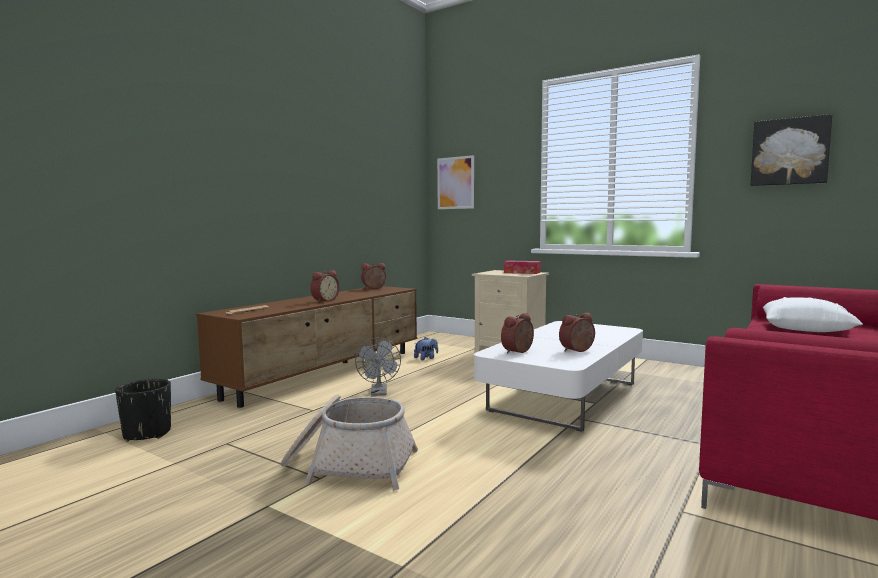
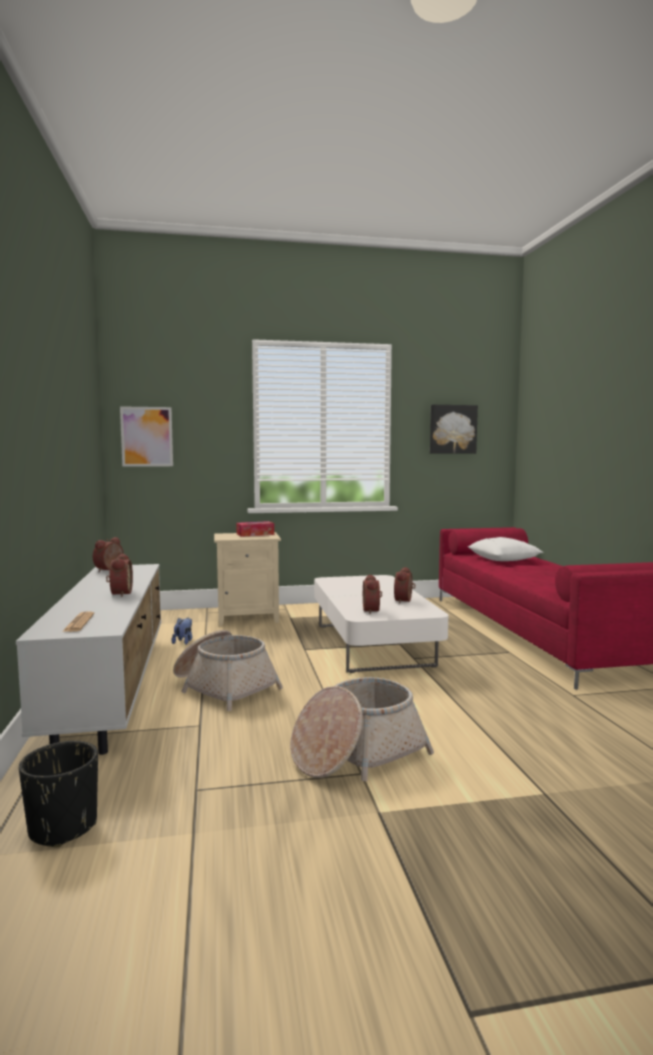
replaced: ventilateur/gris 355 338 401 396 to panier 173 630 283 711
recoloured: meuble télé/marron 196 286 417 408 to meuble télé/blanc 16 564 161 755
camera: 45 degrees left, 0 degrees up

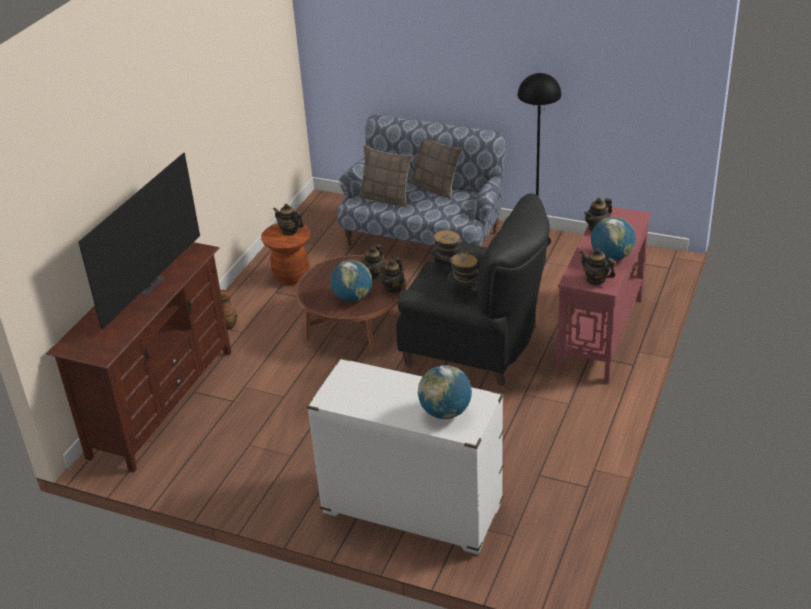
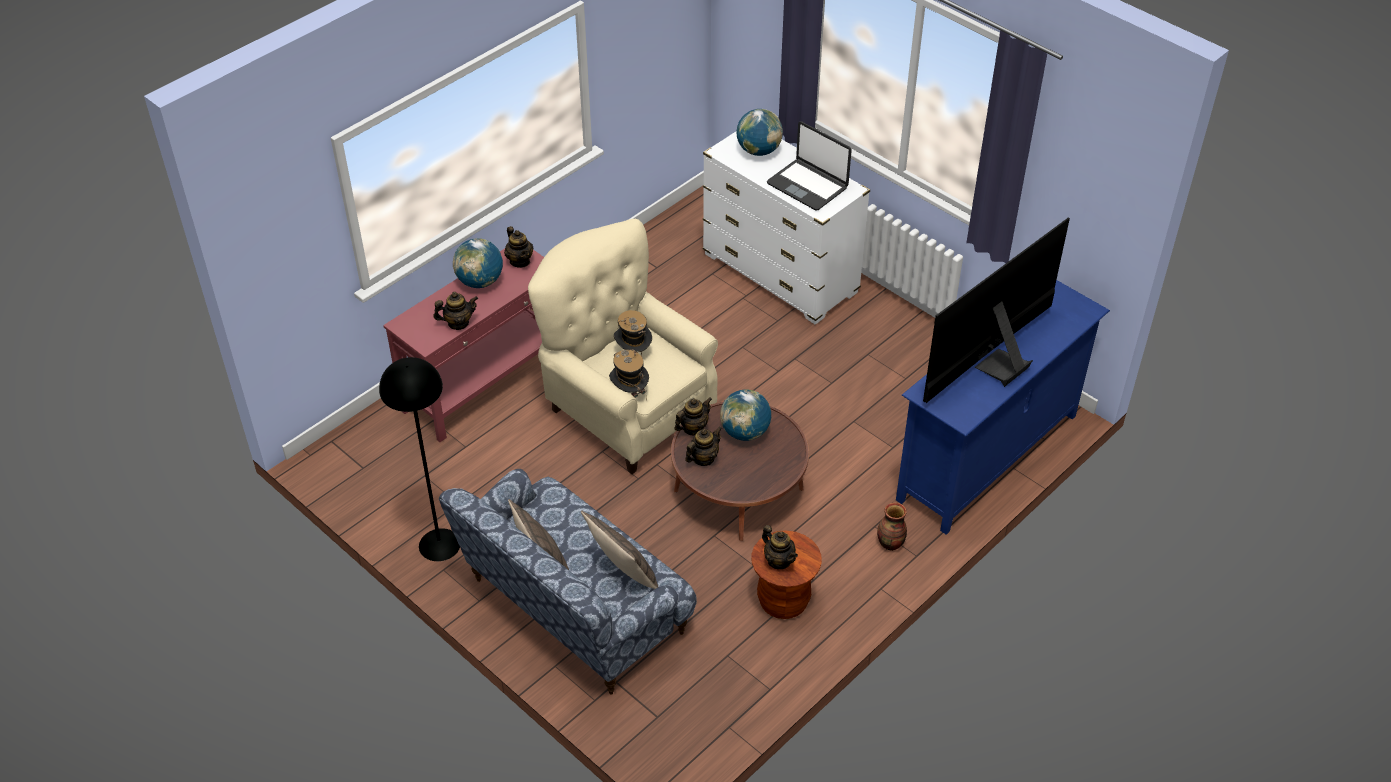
added: ordinateur portable 767 121 852 211
recoloured: meuble télé/marron 46 242 231 472 to meuble télé/bleu 896 280 1110 535; fauteuil/noir 396 193 550 386 to fauteuil/beige 528 219 718 474
camera: 160 degrees left, 10 degrees up

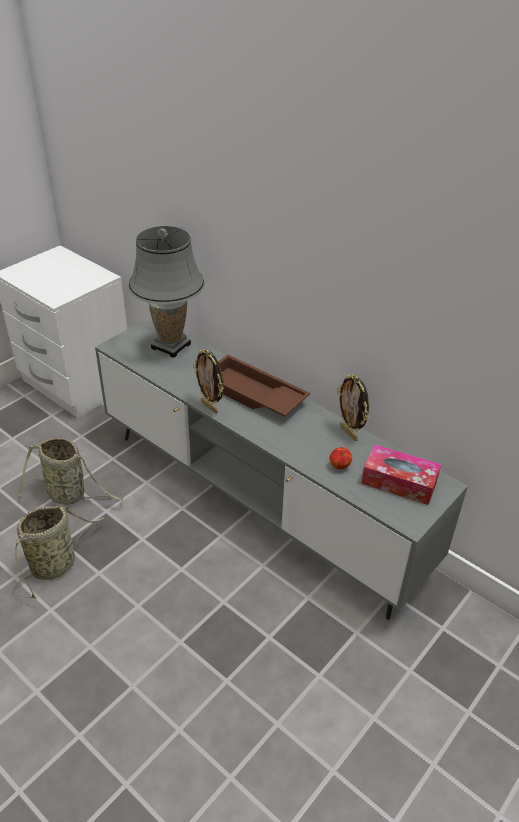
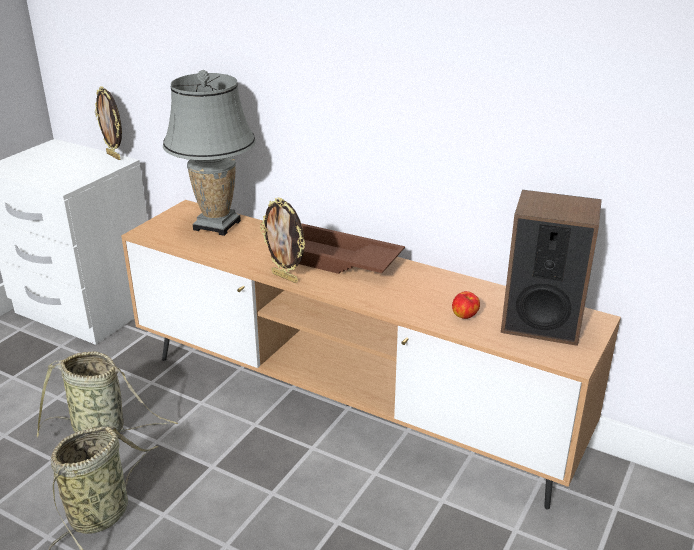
moved: cadre photo 337 374 369 441 to 95 86 122 160
replaced: boîte à mouchoirs 361 445 441 505 to enceinte 501 190 602 346
recoloured: meuble télé/gris 95 317 468 620 to meuble télé/marron 121 200 621 510
camera: 10 degrees left, 10 degrees down

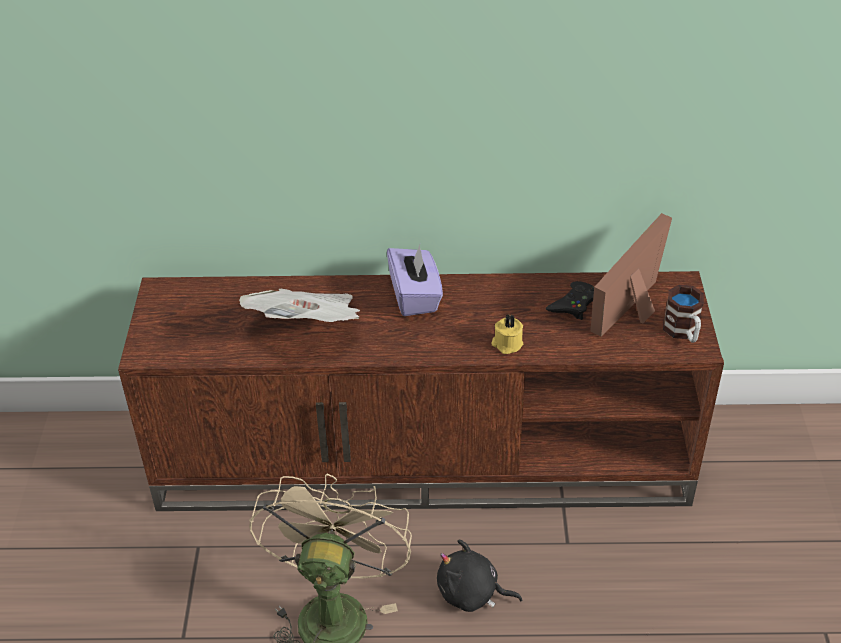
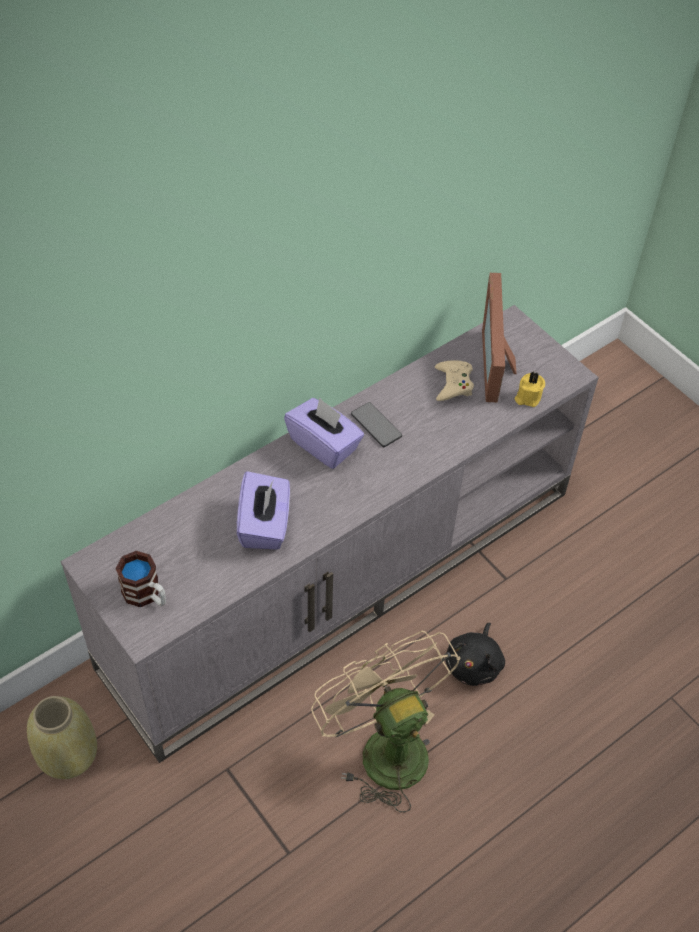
added: vase/beige 27 696 97 779; téléphone 351 402 402 447
moved: bougie/jaune 491 315 523 354 to 514 372 545 407; mug 663 285 704 343 to 116 551 166 607
replaced: journal 239 289 360 322 to boîte à mouchoirs/violet 237 471 290 550
recoloured: meuble télé/marron 118 271 724 511 to meuble télé/gris 60 305 599 763; manette/noir 546 281 594 320 to manette/beige 435 360 474 401
turned: peluche/noir 437 540 522 612 = 445 623 505 686 45 degrees counterclockwise
camera: 40 degrees left, 10 degrees up

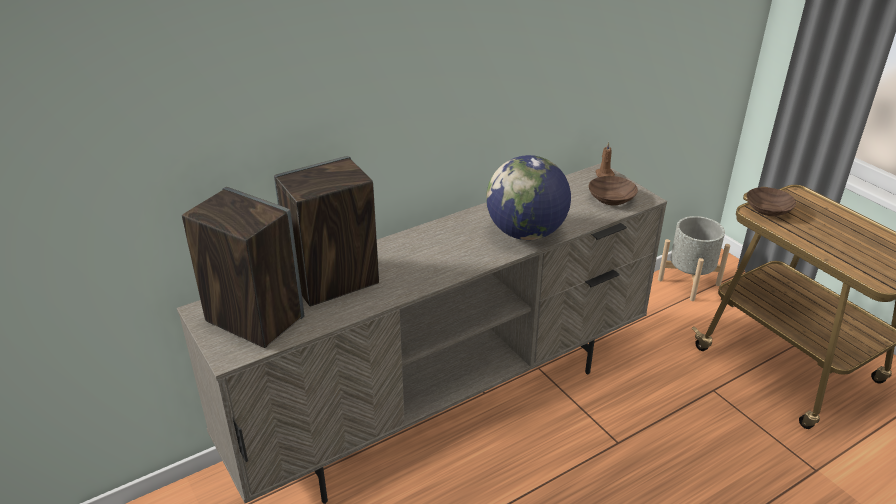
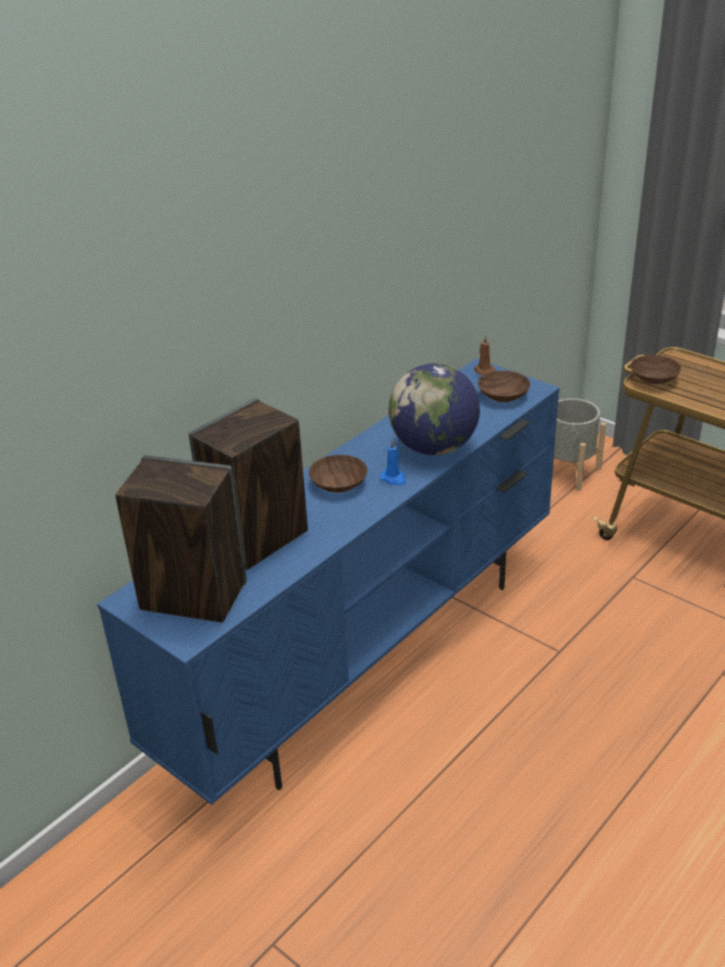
added: bol/marron 309 455 367 493; bougie/bleu 380 440 406 485
recoloured: meuble télé/beige 177 163 667 504 to meuble télé/bleu 97 359 560 805
camera: 15 degrees left, 0 degrees up

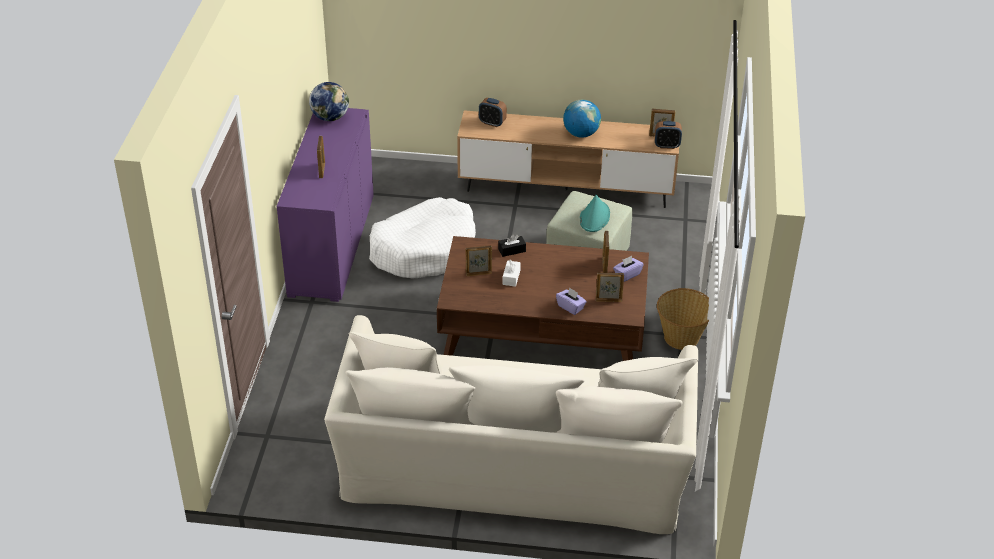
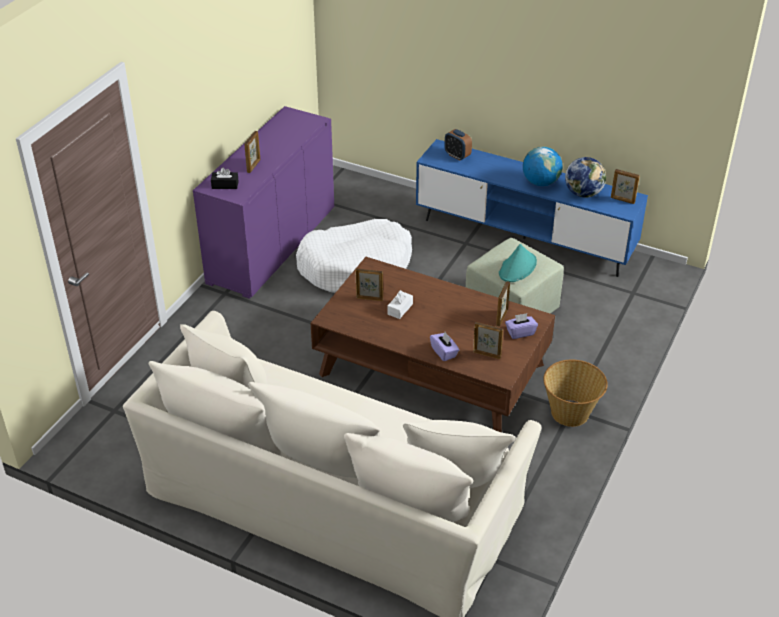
removed: réveil 655 121 682 149
moved: globe 309 82 349 121 to 565 157 606 198; boîte à mouchoirs/noir 498 234 526 257 to 211 168 239 189
recoloured: meuble télé/marron 457 110 679 208 to meuble télé/bleu 416 139 648 277
camera: 20 degrees right, 0 degrees up

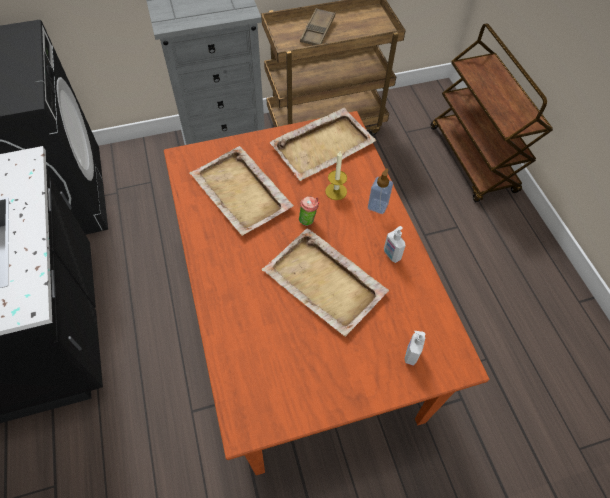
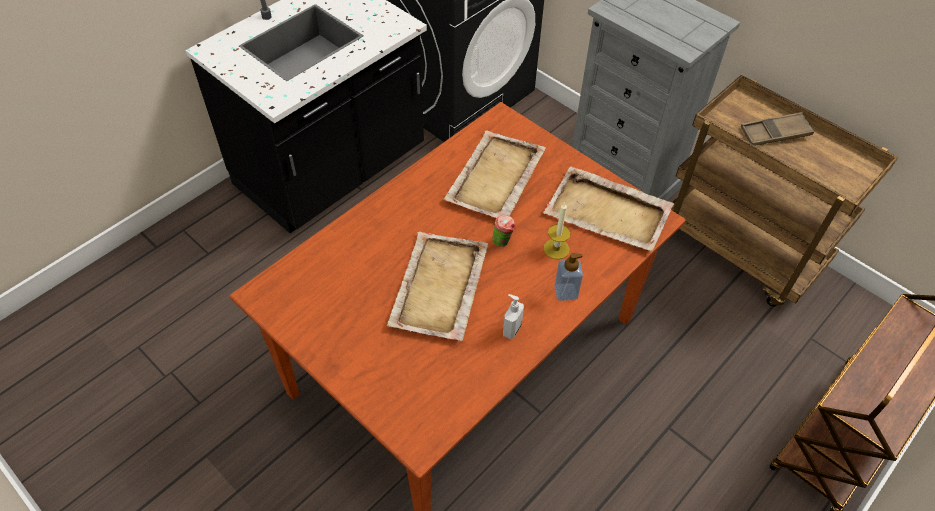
removed: distributeur de savon 405 331 426 365
camera: 60 degrees right, 5 degrees down

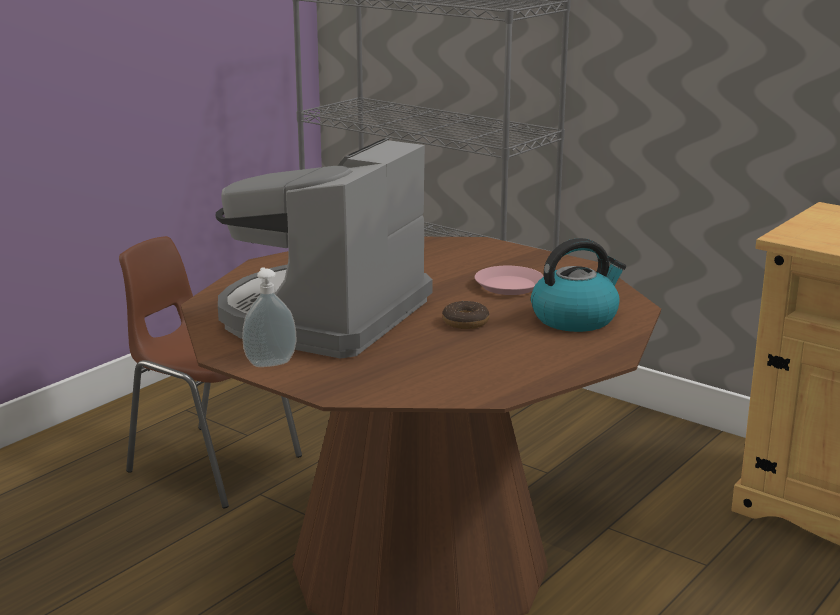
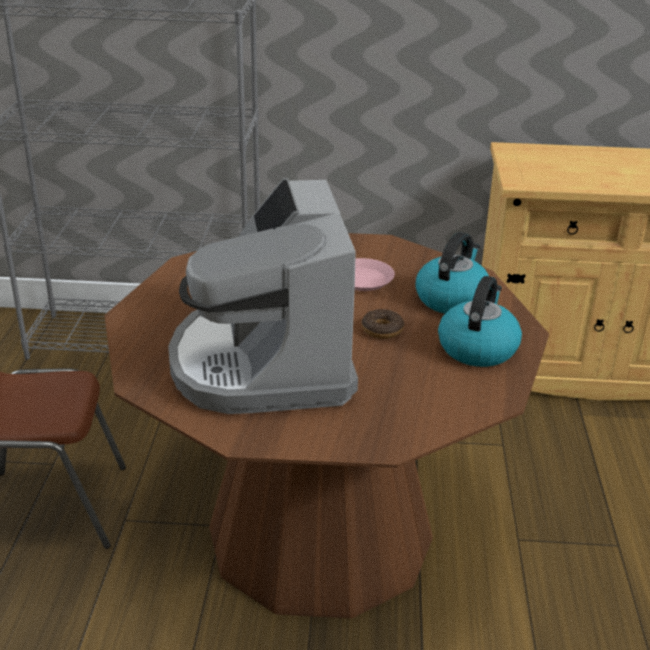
removed: distributeur de savon 242 267 296 367
added: bouilloire 438 276 522 367
camera: 35 degrees left, 10 degrees up

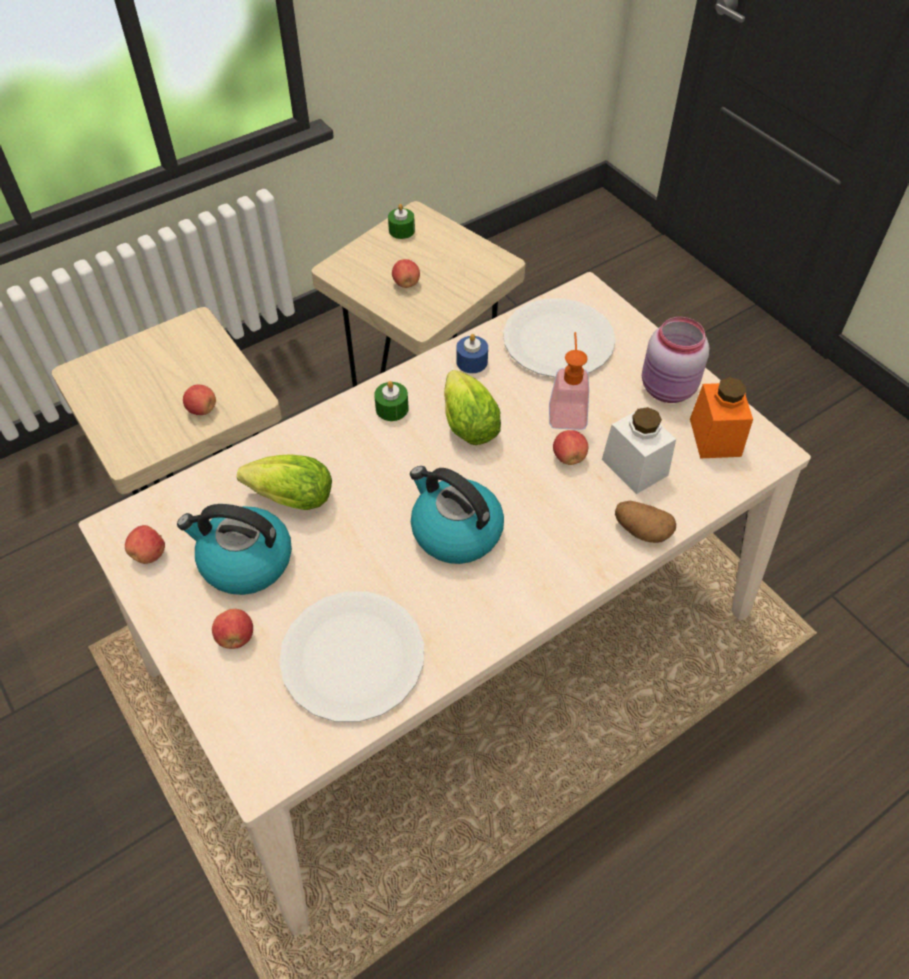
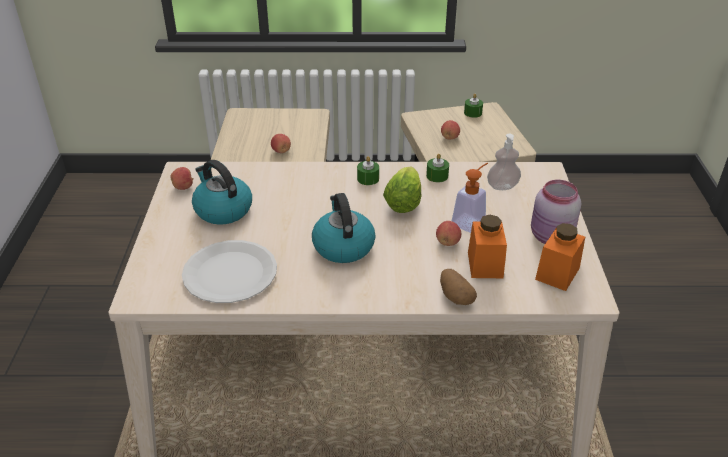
removed: pomme 212 609 253 649; laitue 237 454 332 510
replaced: assiette/blanc 503 298 616 378 to distributeur de savon 487 134 521 190
recoloured: bougie/bleu 456 334 488 373 to bougie/vert 426 154 449 182; bocal/blanc 602 407 676 494 to bocal/orange 468 215 507 278
camera: 35 degrees right, 15 degrees down

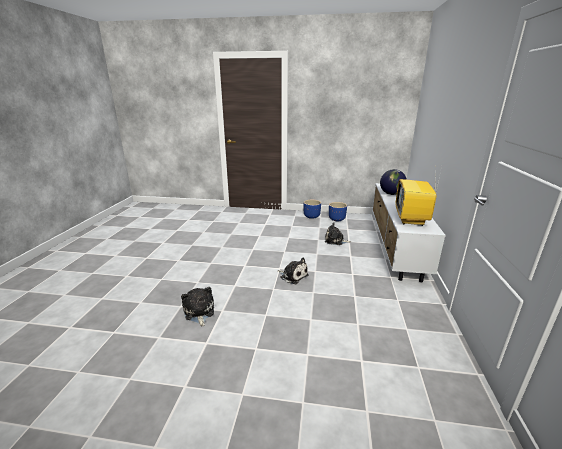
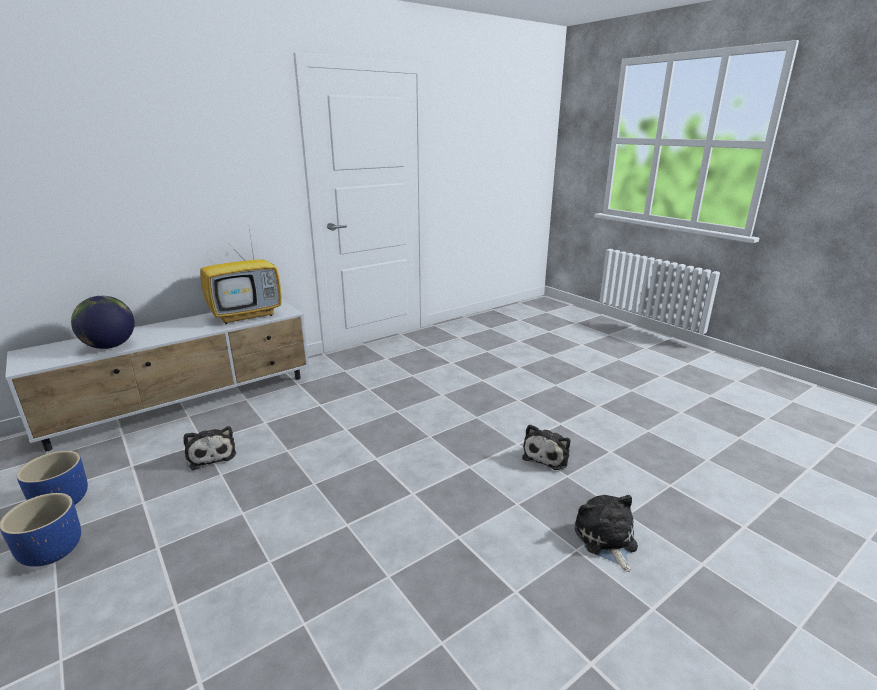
moved: peluche 277 258 309 284 to 575 495 638 572
camera: 135 degrees left, 0 degrees up

